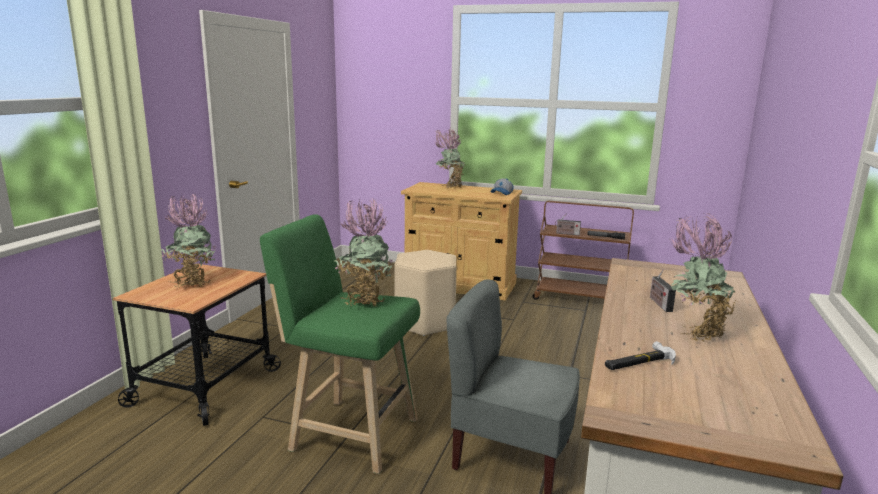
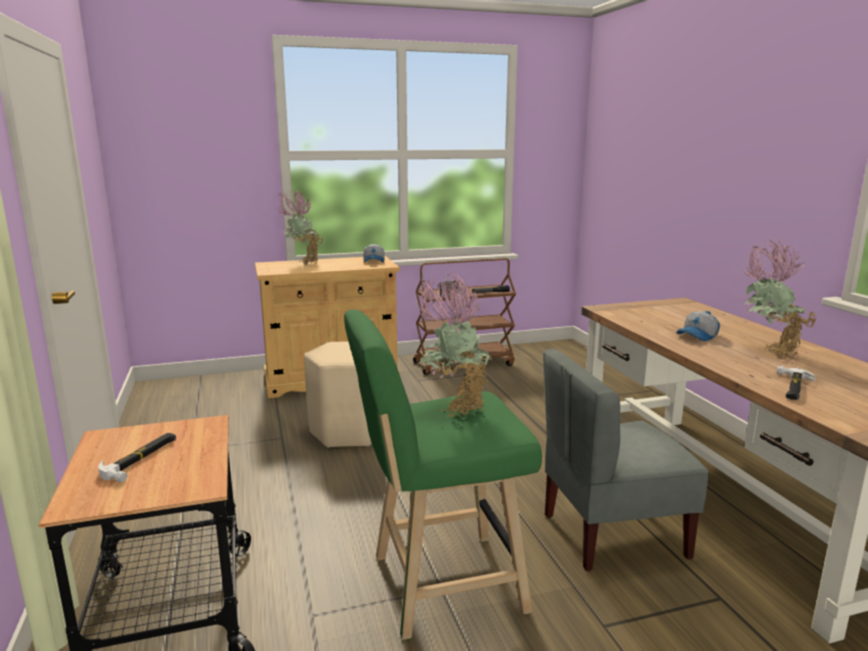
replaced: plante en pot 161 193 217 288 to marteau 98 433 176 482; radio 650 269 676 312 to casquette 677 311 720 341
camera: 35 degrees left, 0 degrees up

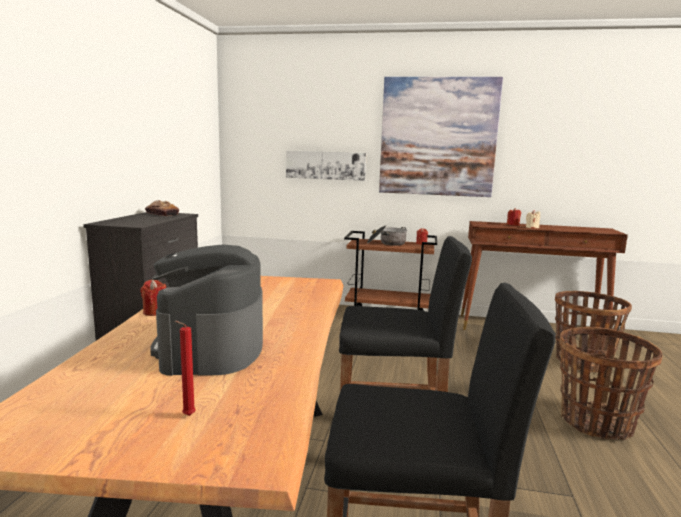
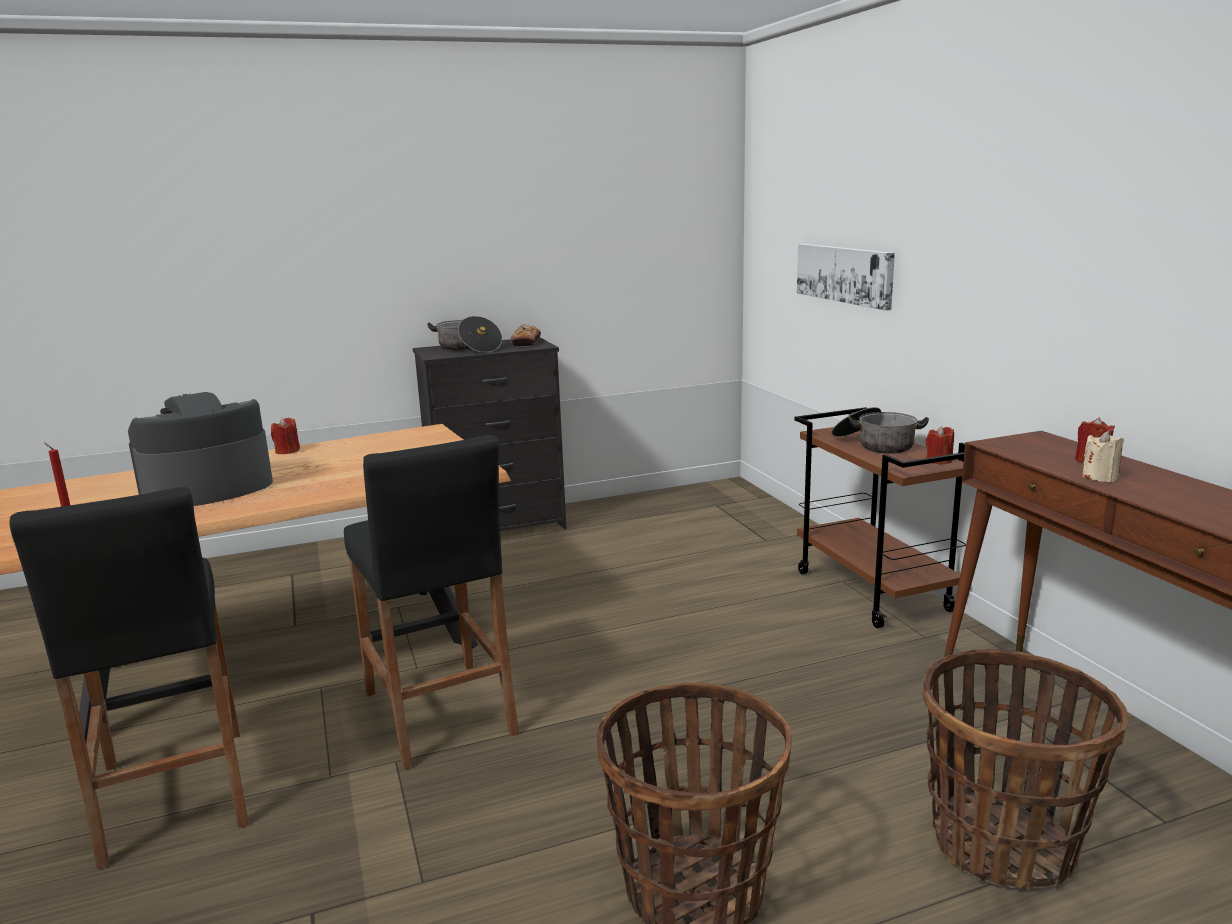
removed: tableau 379 77 503 197
added: marmite 427 316 502 353
camera: 60 degrees right, 5 degrees up

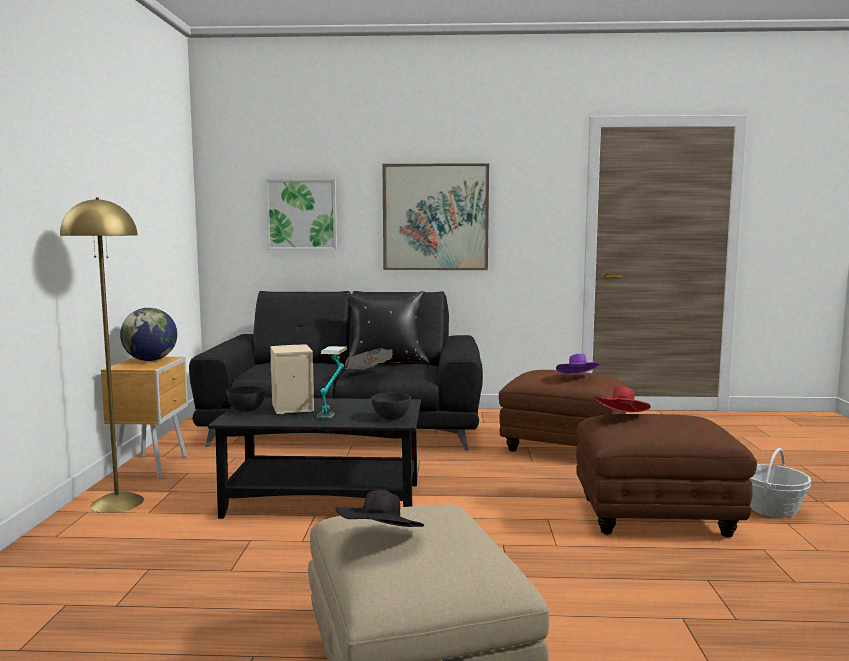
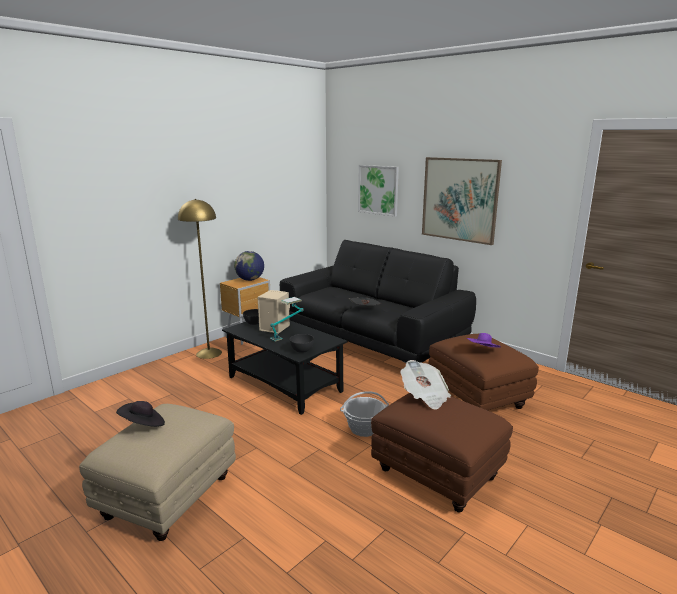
removed: coussin/noir 345 291 429 364
moved: panier 749 448 811 518 to 340 391 389 437
replaced: chapeau/rouge 595 387 650 412 to journal 400 360 451 410
camera: 40 degrees right, 10 degrees up

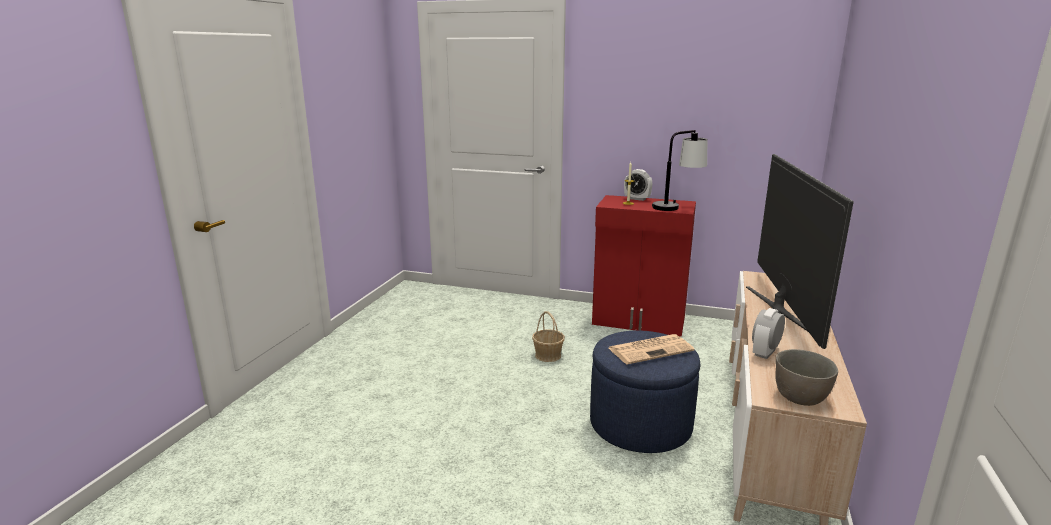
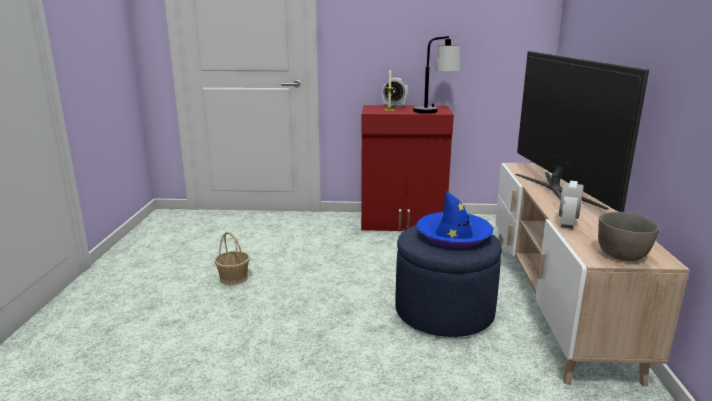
moved: panier 532 311 565 362 to 215 232 250 285
replaced: journal 609 334 695 364 to chapeau/bleu 416 191 493 248
camera: 15 degrees left, 0 degrees up

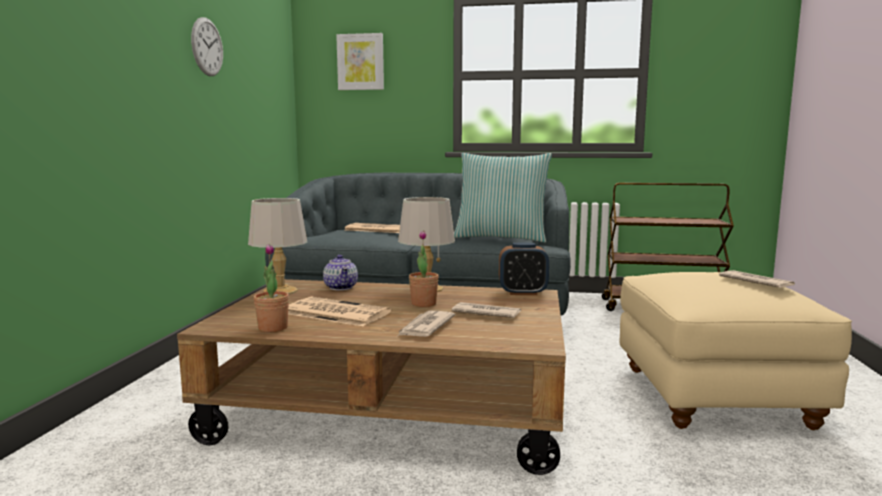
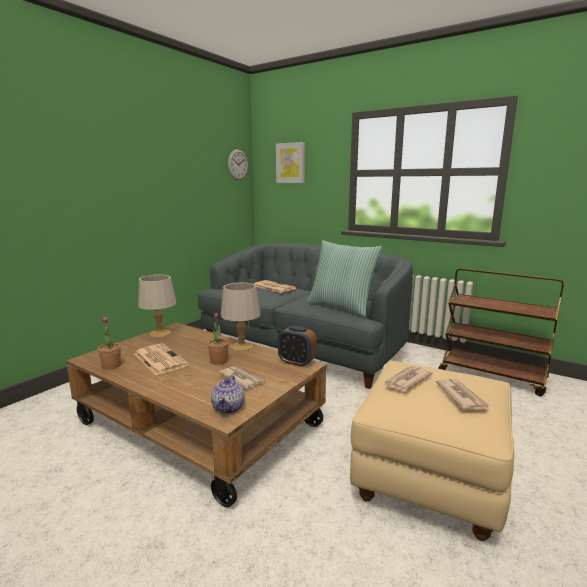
moved: horloge murale 191 17 223 76 to 228 149 248 180; théière 323 255 358 290 to 211 375 245 414; journal 398 311 455 337 to 384 366 433 391
camera: 25 degrees right, 5 degrees up

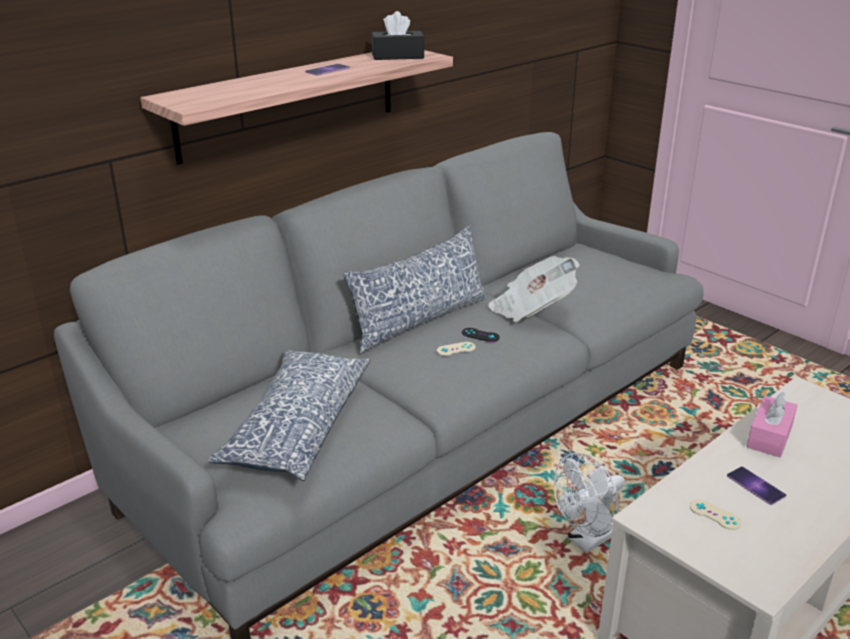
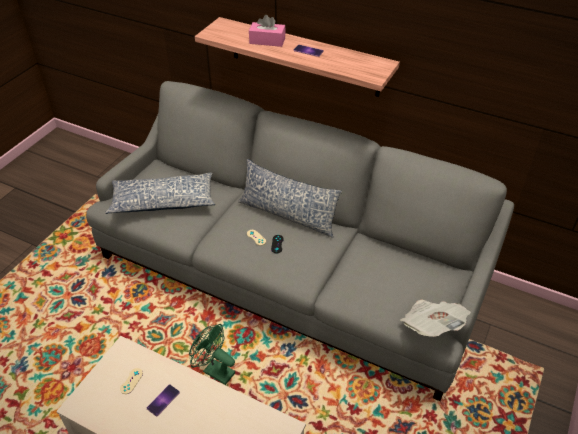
removed: boîte à mouchoirs/noir 371 11 425 60
moved: journal 489 256 580 322 to 400 300 471 337; boîte à mouchoirs/rose 747 391 798 457 to 249 15 286 47
recoloured: ventilateur/blanc 554 453 625 553 to ventilateur/vert 189 324 235 385
camera: 70 degrees right, 15 degrees up

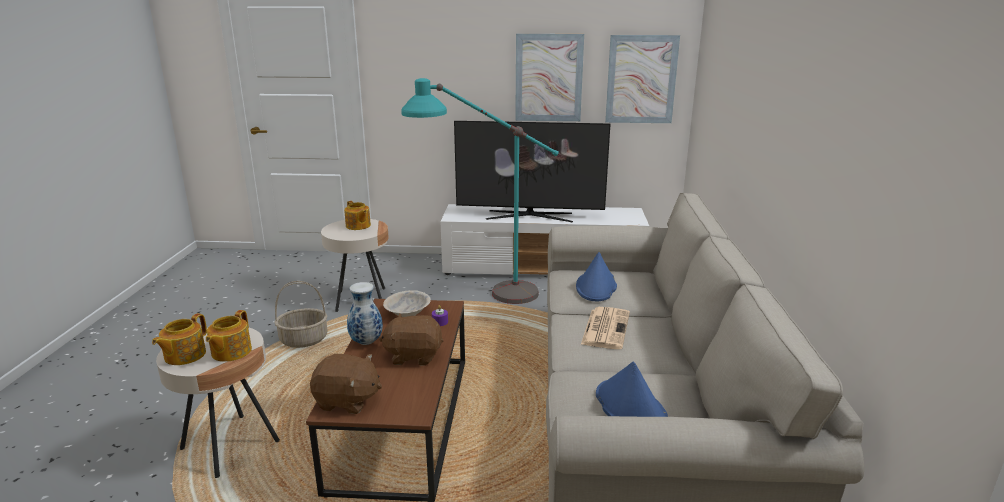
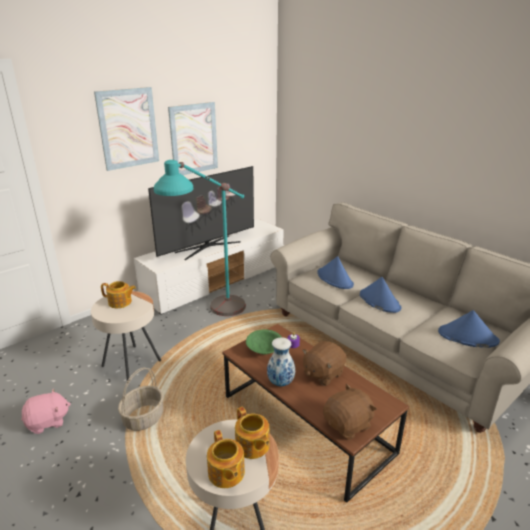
added: peluche/rose 21 388 71 434
moved: tableau 605 35 680 123 to 94 87 159 171
replaced: journal 581 307 630 349 to chapeau/bleu 360 277 401 313
recoloured: bol/beige 383 290 431 317 to bol/vert 246 329 281 355
camera: 45 degrees left, 5 degrees up

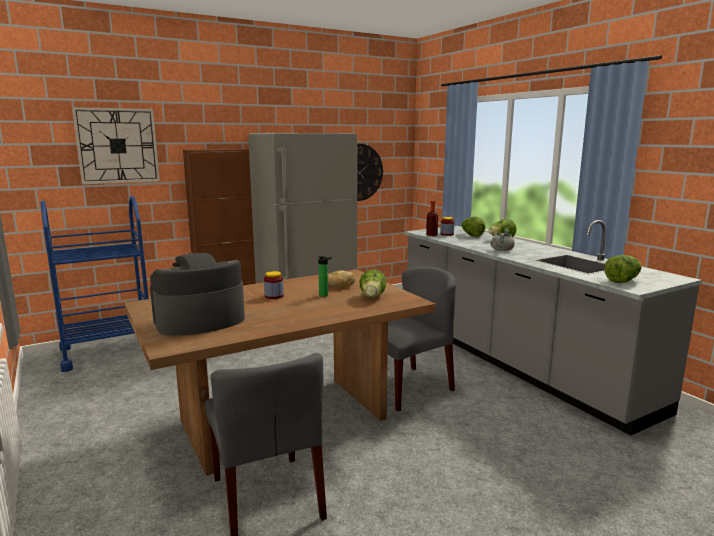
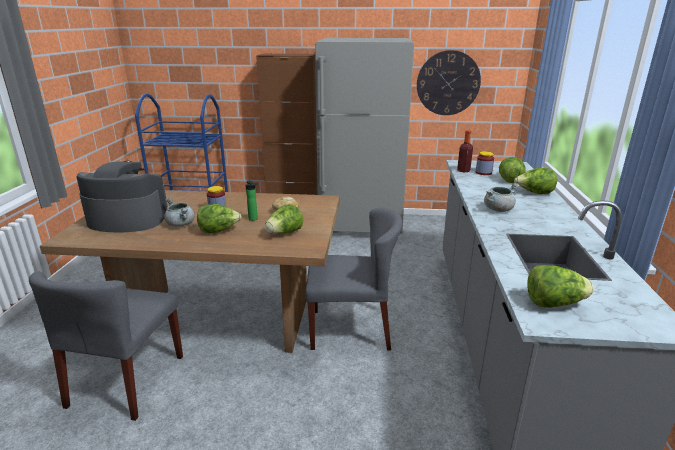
removed: horloge murale 72 107 160 184
added: marmite/gris 164 198 195 227; laitue 197 204 242 234
camera: 35 degrees right, 10 degrees up

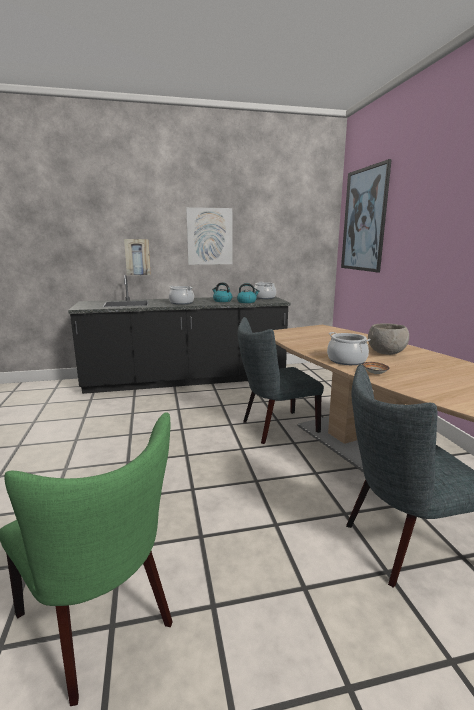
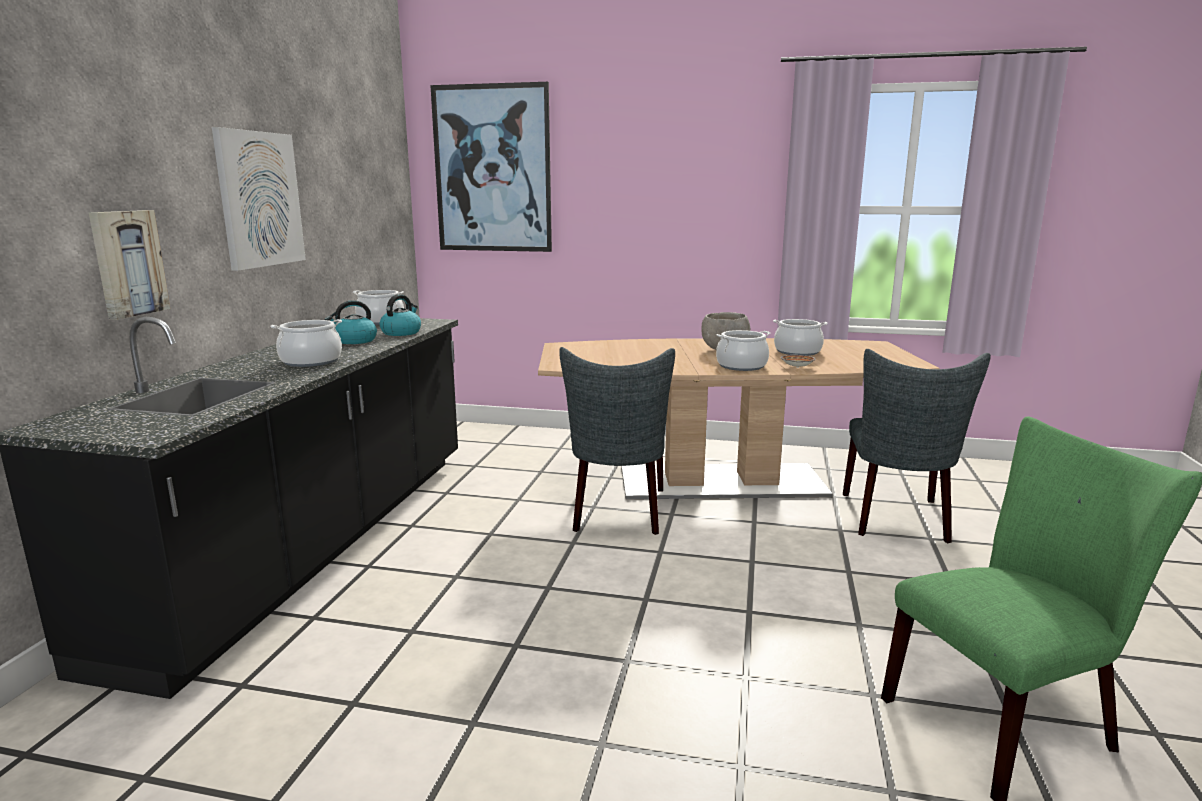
added: marmite 773 319 828 356
camera: 65 degrees left, 0 degrees up

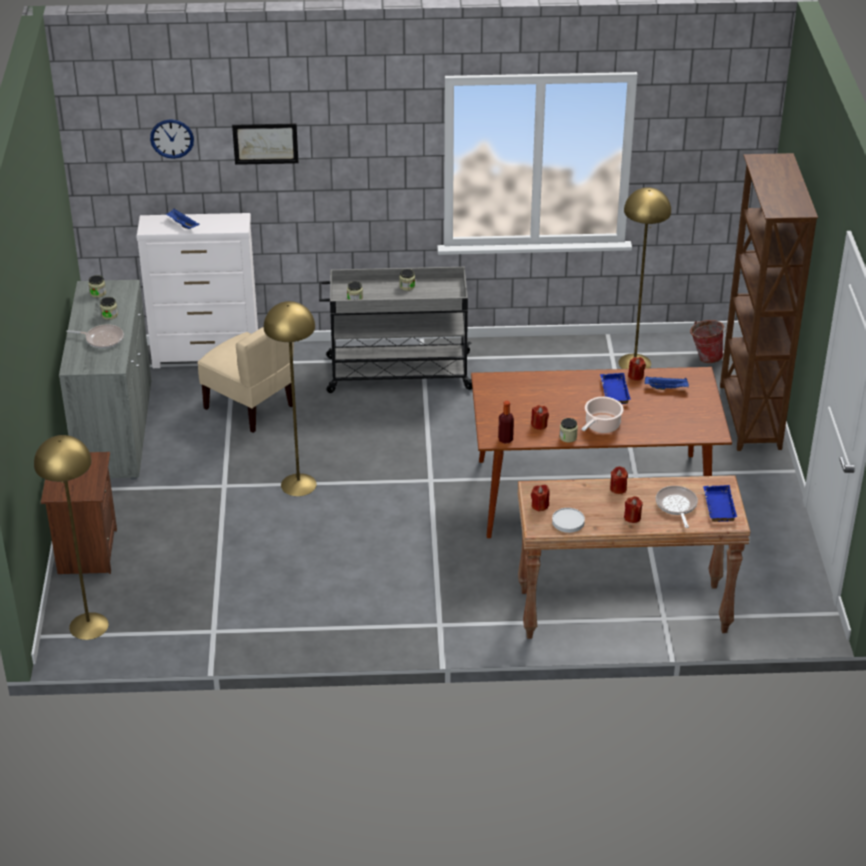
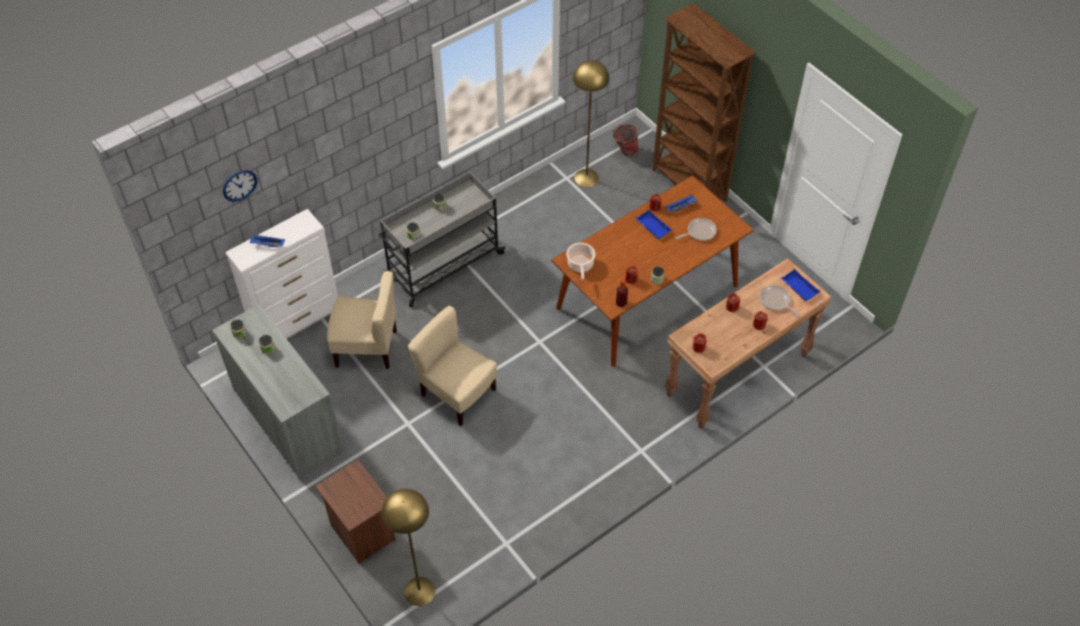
removed: tableau 232 124 299 165; assiette/blanc 552 508 585 533
moved: poêle 66 324 124 349 to 675 218 717 241; marmite 581 397 623 433 to 566 243 596 279
replaced: lampadaire/jaune 264 301 317 496 to chaise/beige 408 306 497 426
camera: 35 degrees left, 15 degrees up

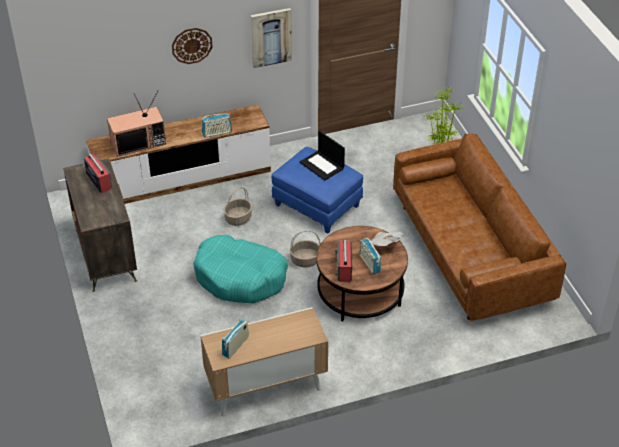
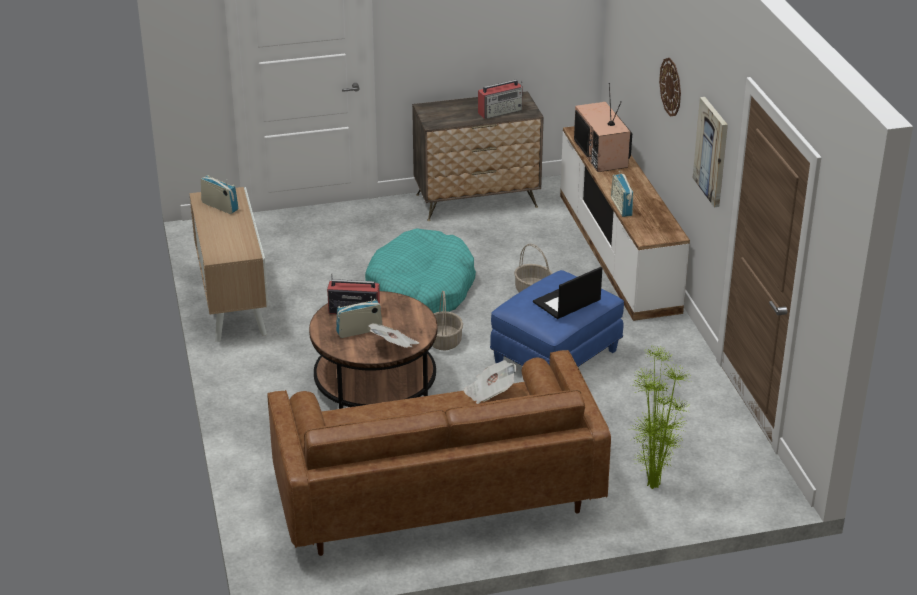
added: journal 464 360 518 404
camera: 95 degrees right, 10 degrees down

